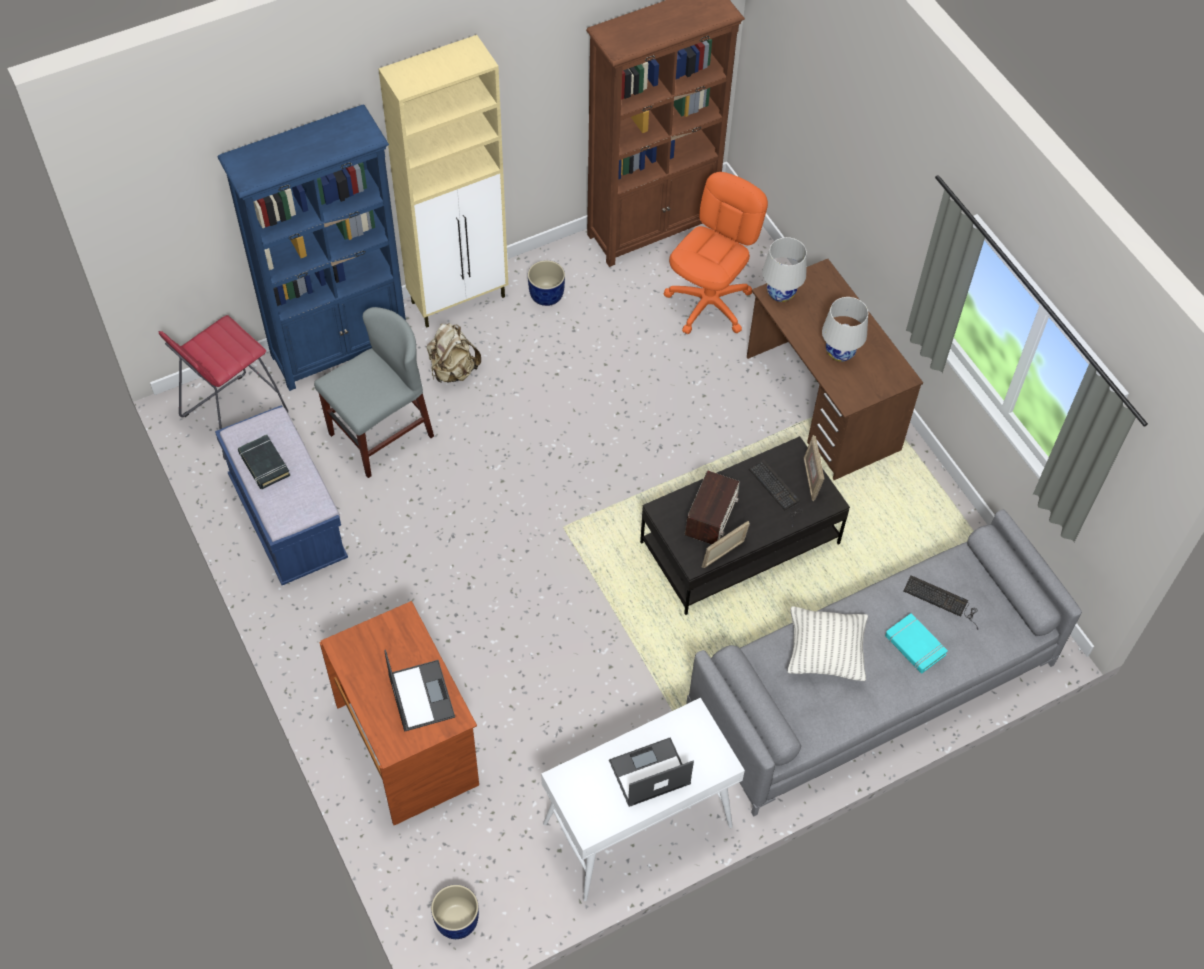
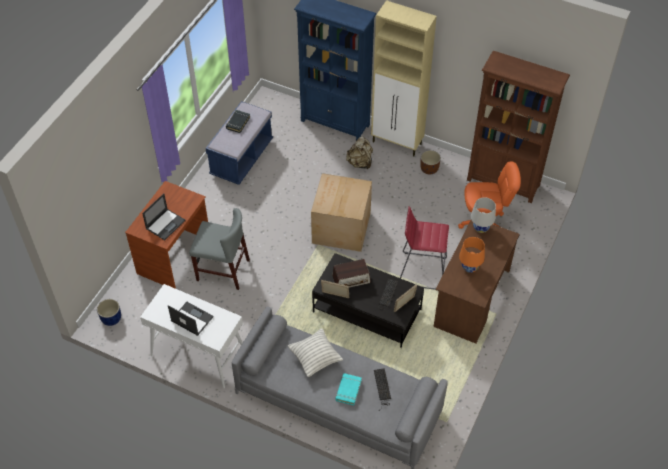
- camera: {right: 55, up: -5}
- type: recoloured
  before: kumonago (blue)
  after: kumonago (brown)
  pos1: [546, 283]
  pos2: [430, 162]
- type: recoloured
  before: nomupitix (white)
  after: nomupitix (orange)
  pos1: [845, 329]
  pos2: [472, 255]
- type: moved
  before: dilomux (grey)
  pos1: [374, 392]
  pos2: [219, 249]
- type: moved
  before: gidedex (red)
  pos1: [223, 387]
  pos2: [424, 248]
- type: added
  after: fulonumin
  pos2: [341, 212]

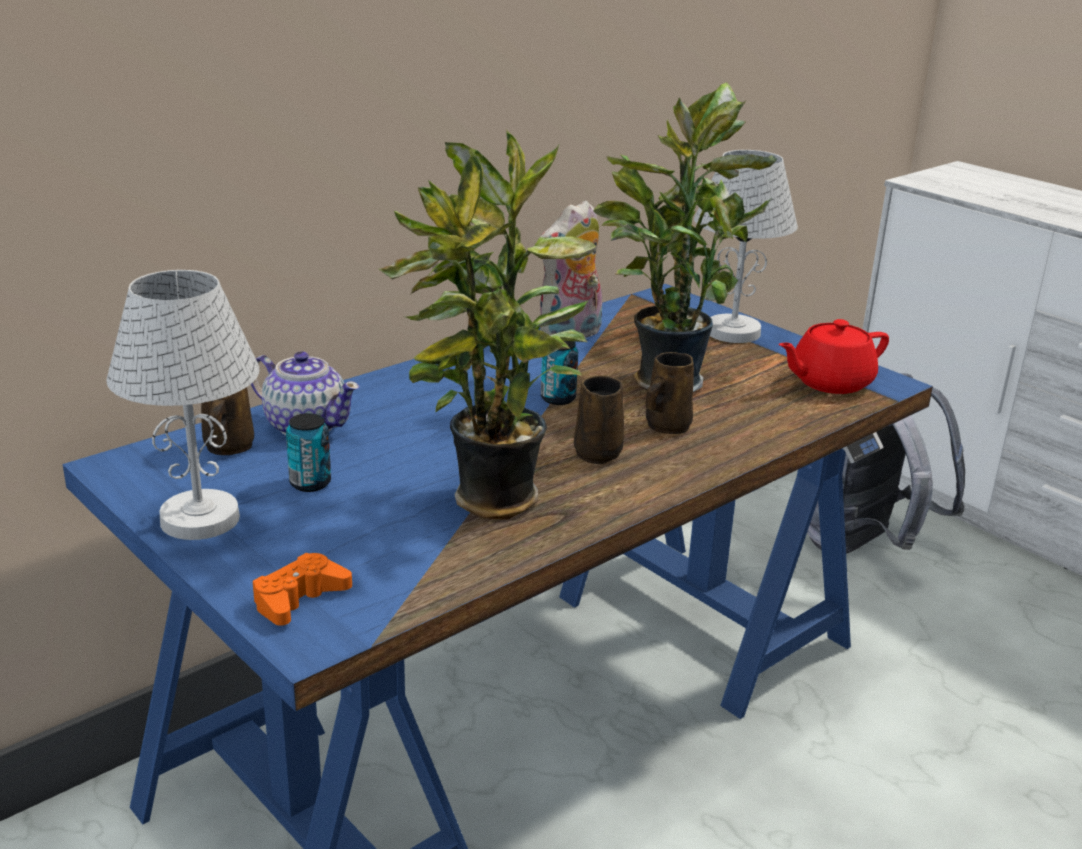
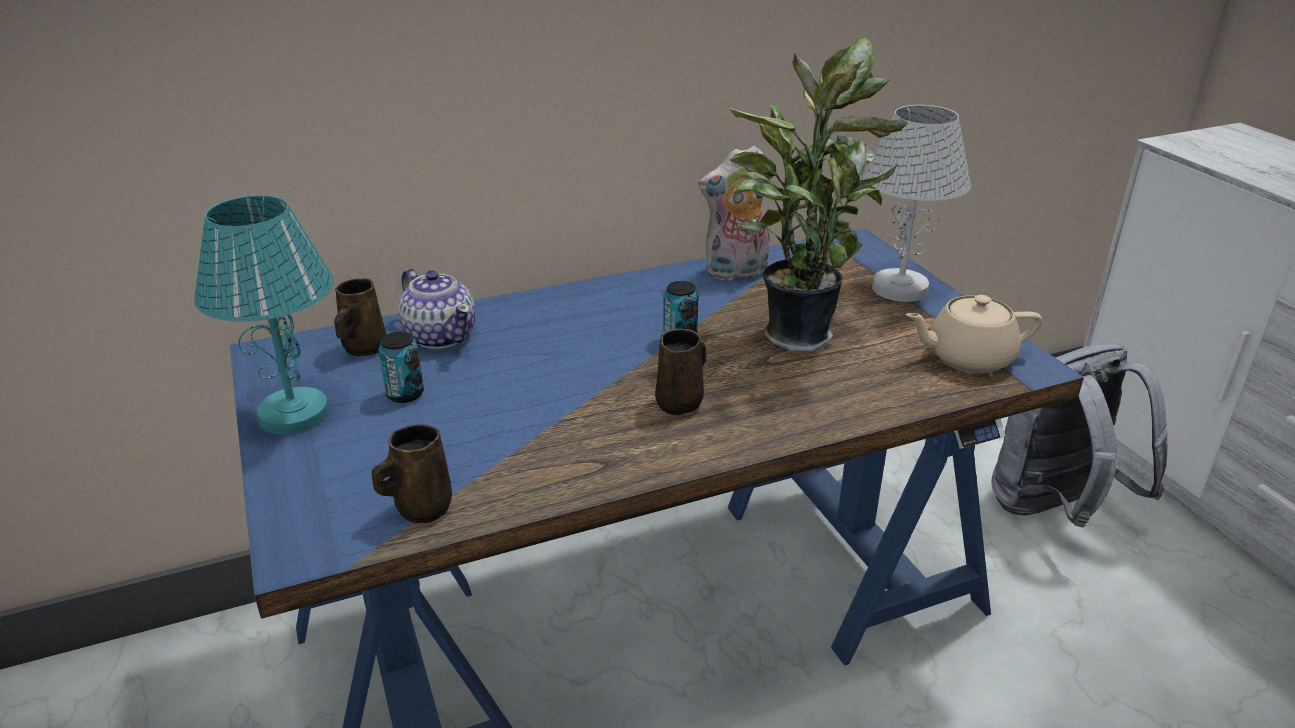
- camera: {right: 20, up: 5}
- type: removed
  before: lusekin
  pos1: [487, 324]
- type: recoloured
  before: nomupitix (white)
  after: nomupitix (turquoise)
  pos1: [183, 405]
  pos2: [264, 315]
- type: recoloured
  before: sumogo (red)
  after: sumogo (beige)
  pos1: [834, 356]
  pos2: [974, 334]
- type: moved
  before: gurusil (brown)
  pos1: [669, 393]
  pos2: [411, 473]
- type: removed
  before: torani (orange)
  pos1: [302, 589]

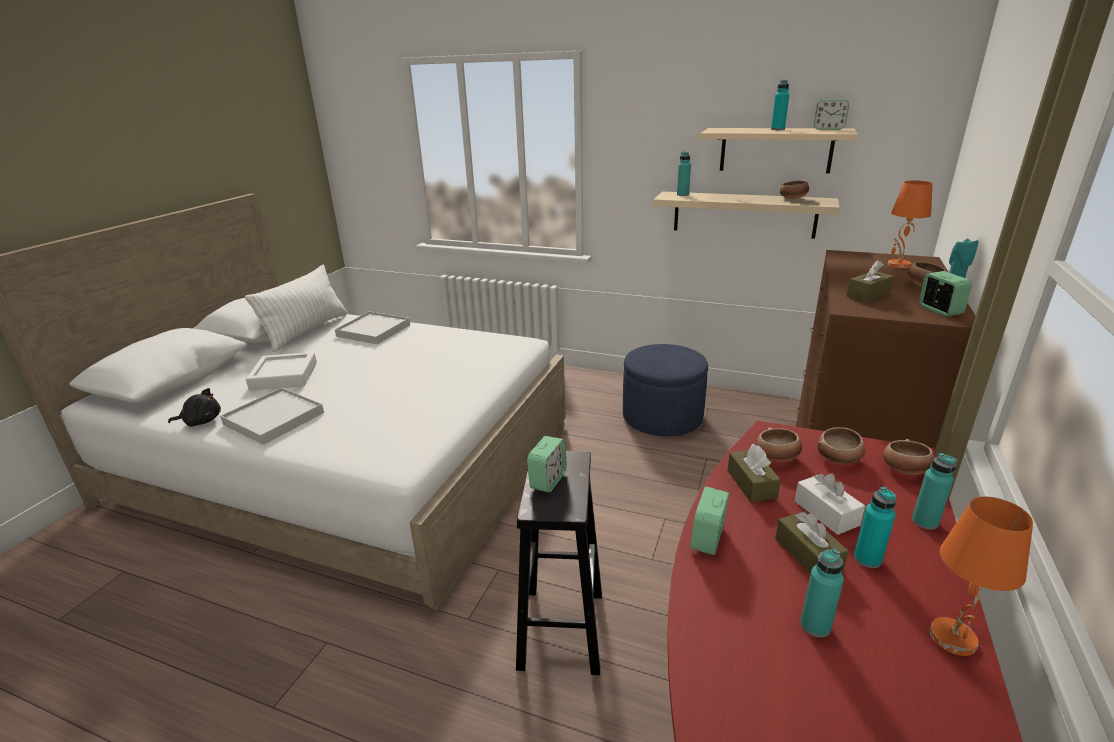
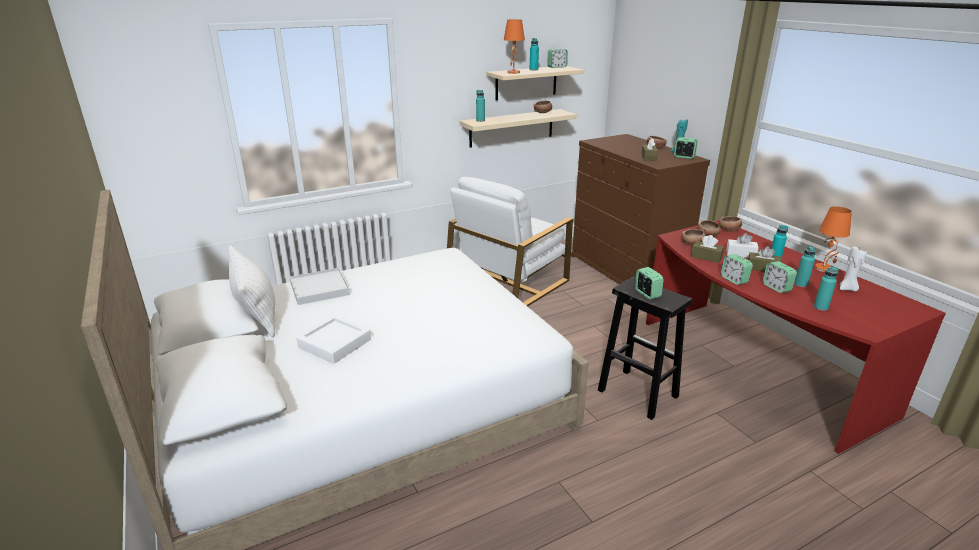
- camera: {right: -50, up: 0}
- type: moved
  before: nomupitix (orange)
  pos1: [910, 224]
  pos2: [514, 46]
- type: replaced
  before: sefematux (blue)
  after: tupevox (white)
  pos1: [665, 390]
  pos2: [510, 241]
- type: removed
  before: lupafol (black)
  pos1: [194, 407]
- type: removed
  before: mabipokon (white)
  pos1: [272, 416]
- type: moved
  before: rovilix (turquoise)
  pos1: [934, 491]
  pos2: [826, 289]
- type: added
  after: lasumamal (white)
  pos2: [853, 268]
- type: added
  after: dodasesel
  pos2: [779, 277]

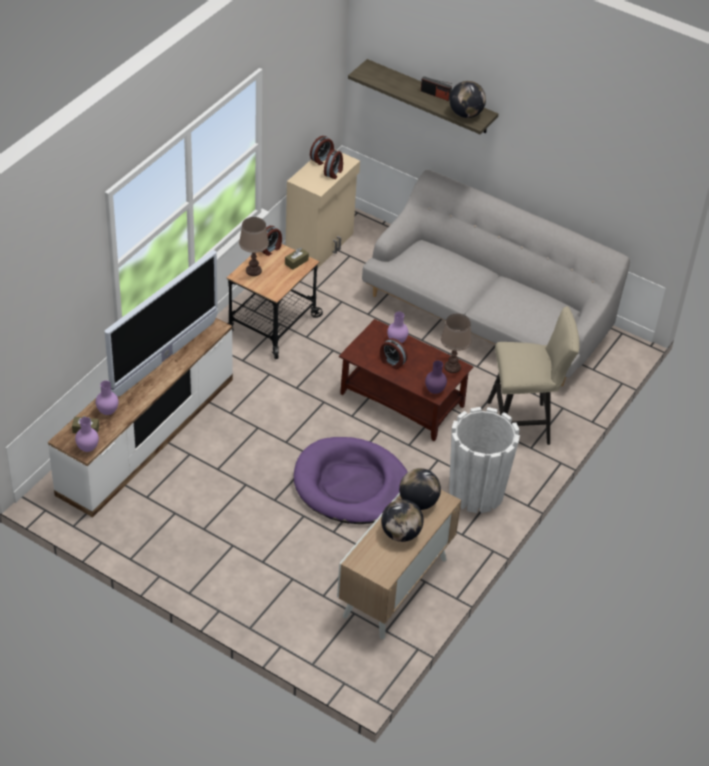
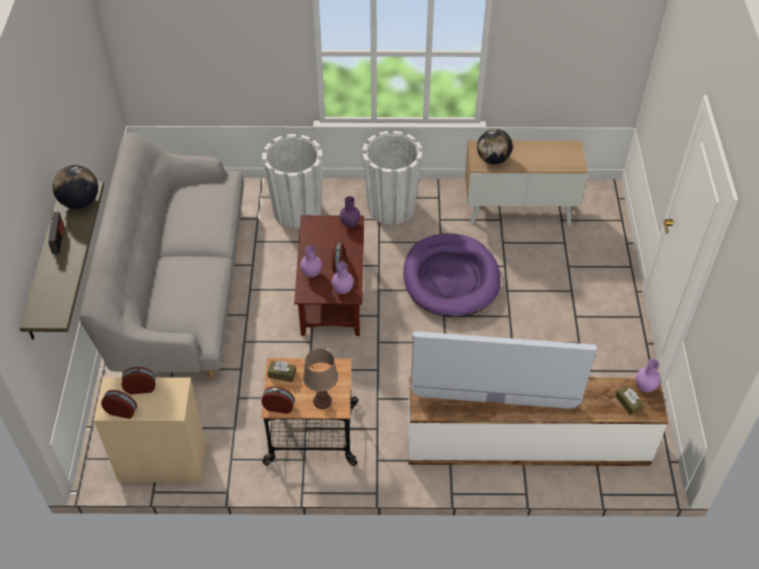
- camera: {right: -120, up: 5}
- type: replaced
  before: gidedex (beige)
  after: kumonago (white)
  pos1: [533, 375]
  pos2: [292, 181]
- type: removed
  before: nomupitix (brown)
  pos1: [456, 343]
- type: moved
  before: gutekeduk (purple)
  pos1: [107, 398]
  pos2: [343, 278]
- type: removed
  before: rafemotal
  pos1: [402, 520]

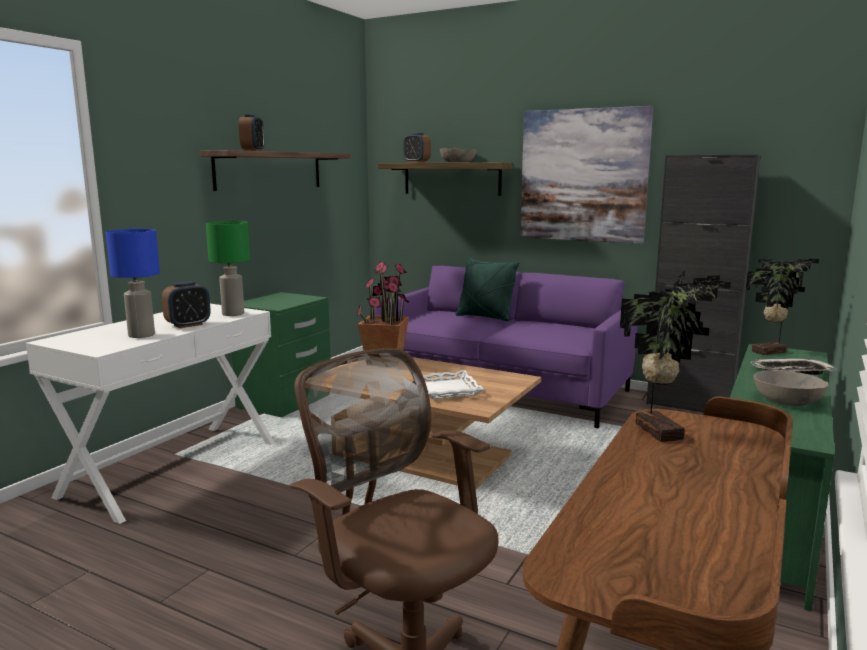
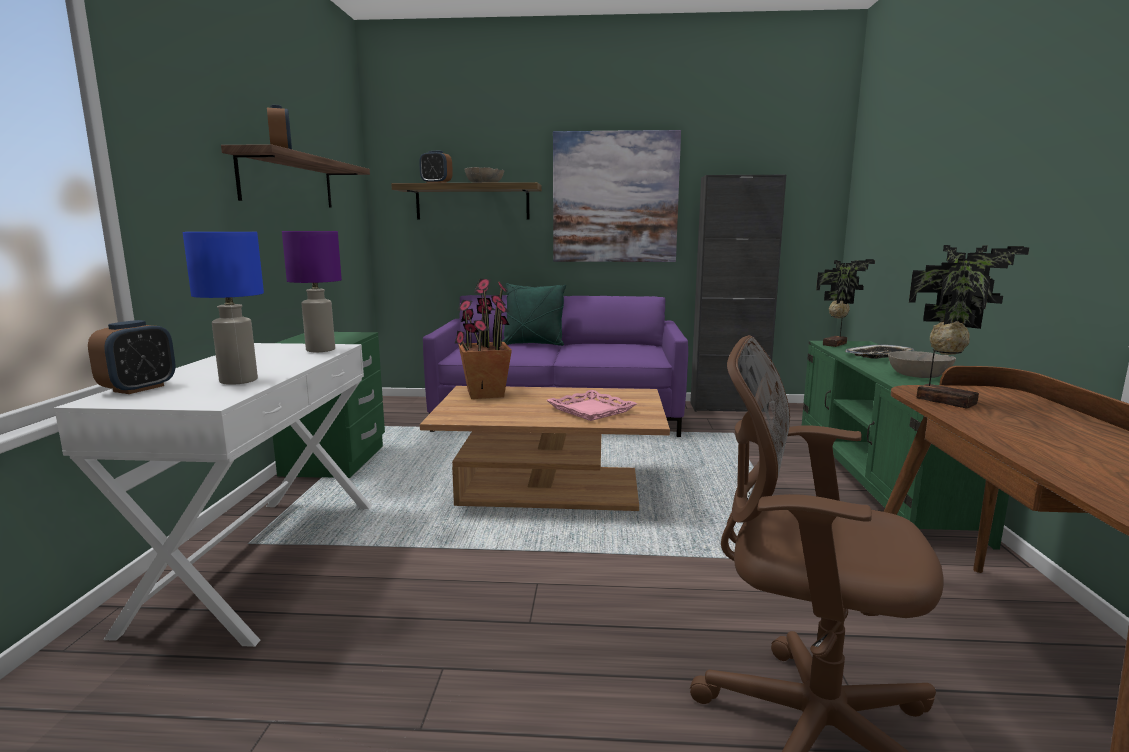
- camera: {right: -25, up: 0}
- type: recoloured
  before: nomupitix (green)
  after: nomupitix (purple)
  pos1: [228, 268]
  pos2: [312, 291]
- type: moved
  before: dodasesel
  pos1: [186, 304]
  pos2: [132, 357]
- type: recoloured
  before: mabipokon (white)
  after: mabipokon (pink)
  pos1: [453, 384]
  pos2: [591, 405]

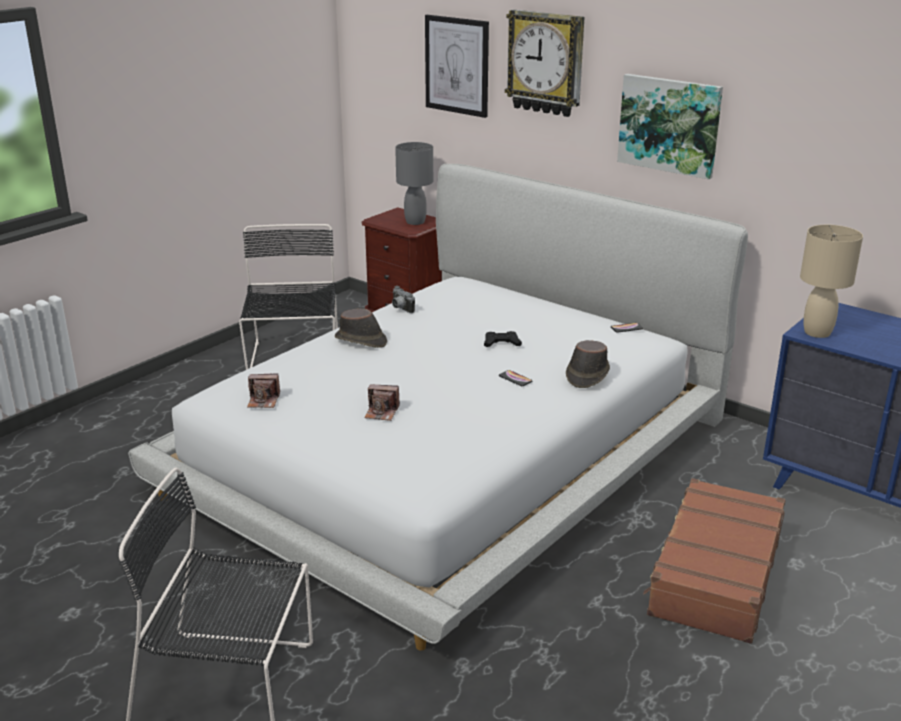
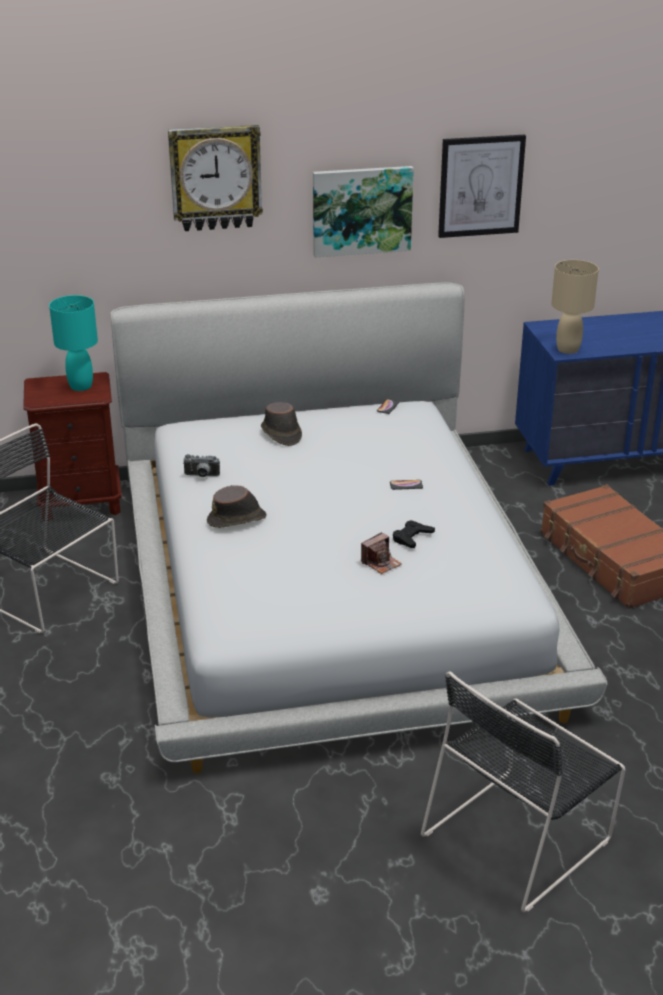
- camera: {right: -50, up: 5}
- type: moved
  before: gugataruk
  pos1: [457, 66]
  pos2: [482, 186]
- type: recoloured
  before: nomupitix (grey)
  after: nomupitix (turquoise)
  pos1: [414, 183]
  pos2: [73, 343]
- type: moved
  before: torani (black)
  pos1: [503, 339]
  pos2: [414, 534]
- type: moved
  before: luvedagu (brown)
  pos1: [588, 364]
  pos2: [281, 424]
- type: removed
  before: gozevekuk
  pos1: [263, 390]

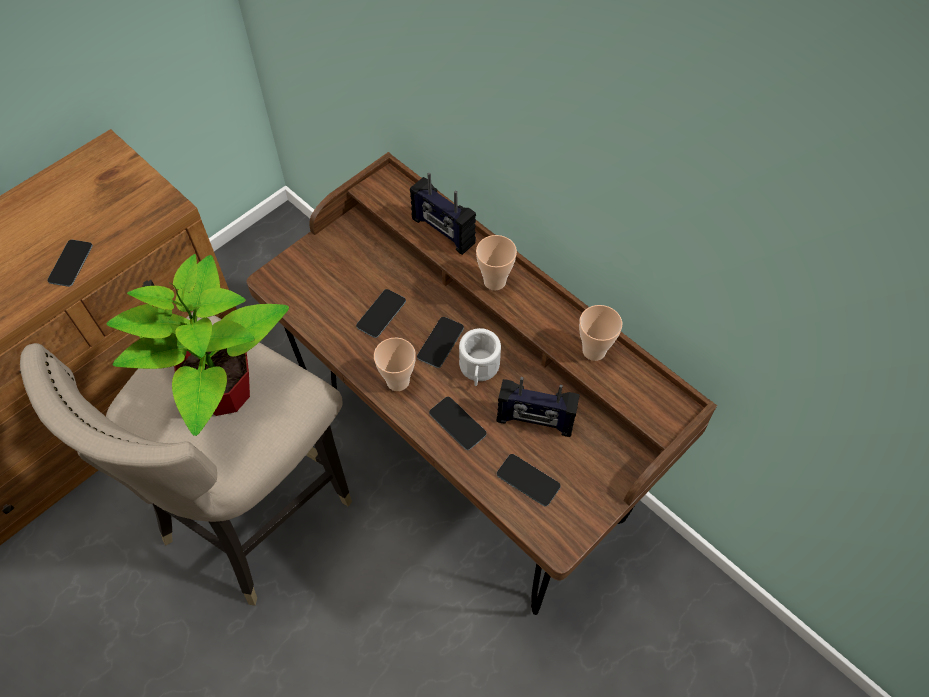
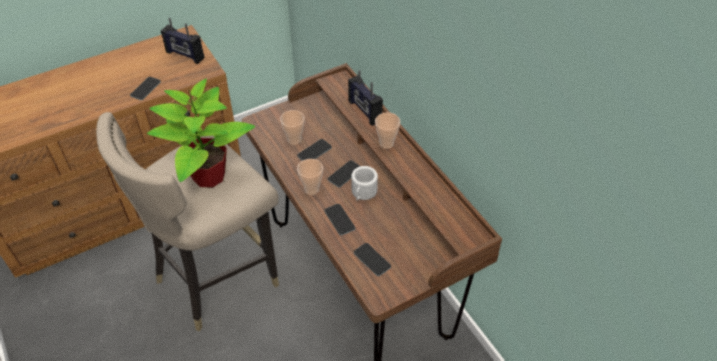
- camera: {right: 15, up: -10}
- type: moved
  before: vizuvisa
  pos1: [600, 333]
  pos2: [292, 127]
- type: moved
  before: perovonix
  pos1: [538, 407]
  pos2: [183, 41]

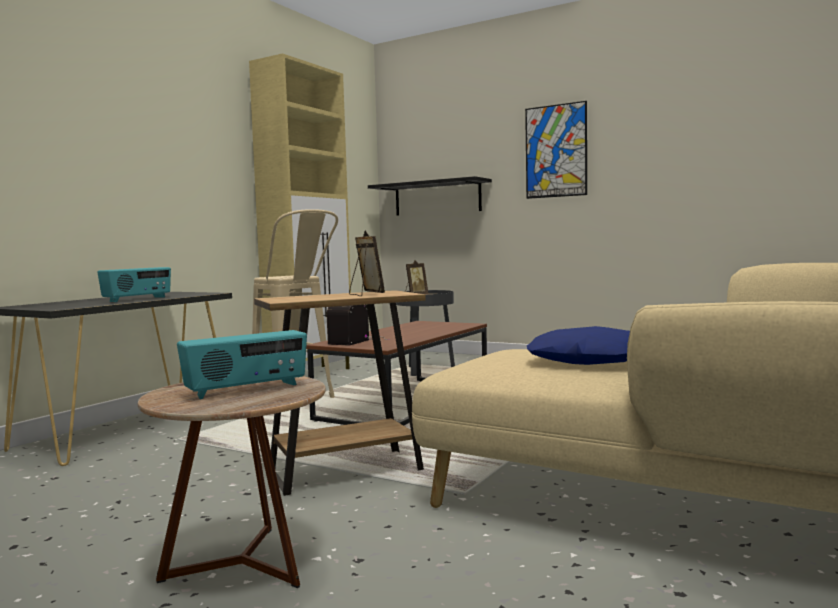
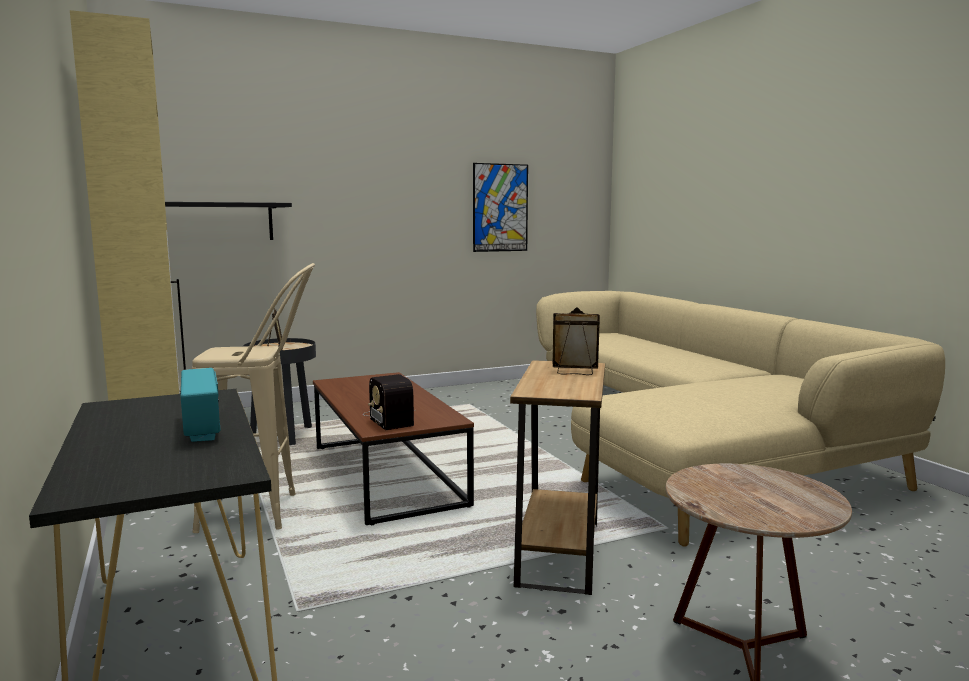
- camera: {right: -55, up: 5}
- type: moved
  before: gugataruk
  pos1: [556, 150]
  pos2: [500, 207]
- type: removed
  before: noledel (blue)
  pos1: [578, 345]
- type: removed
  before: perovonix
  pos1: [242, 364]

